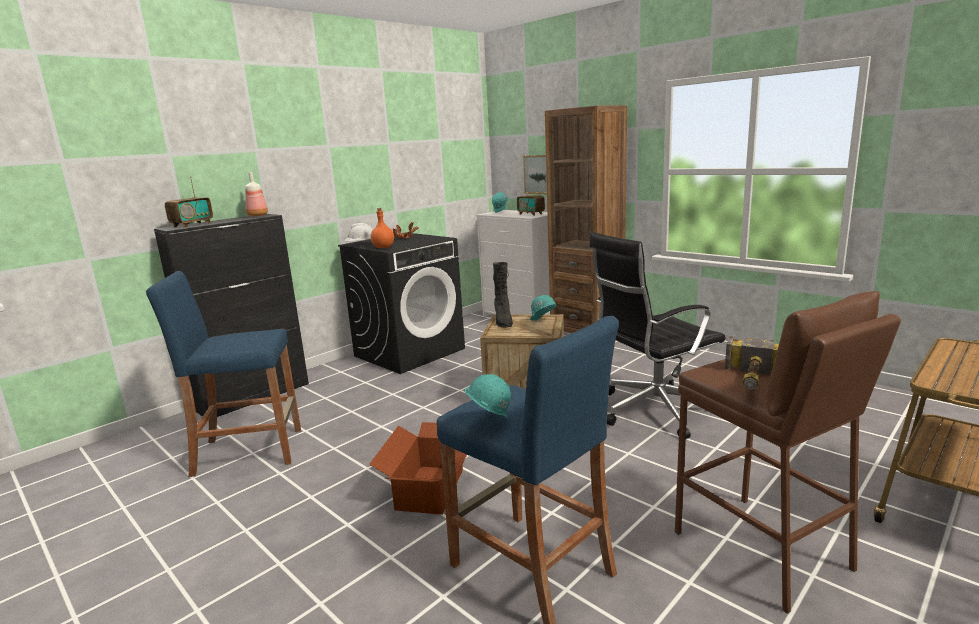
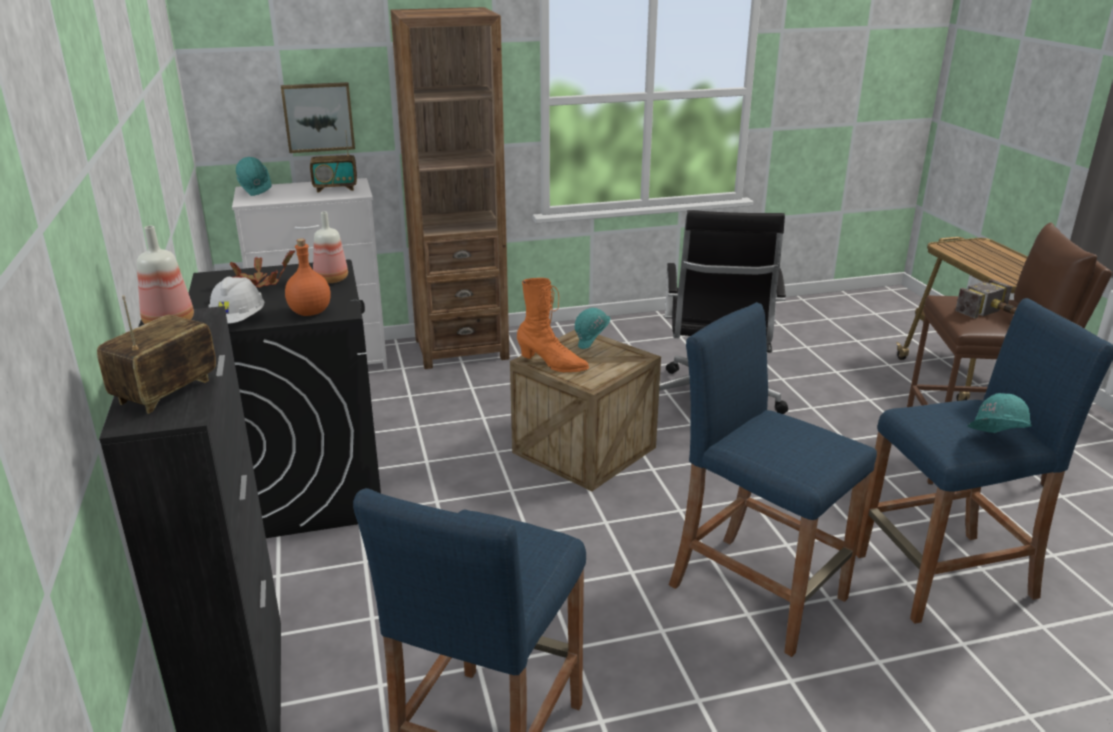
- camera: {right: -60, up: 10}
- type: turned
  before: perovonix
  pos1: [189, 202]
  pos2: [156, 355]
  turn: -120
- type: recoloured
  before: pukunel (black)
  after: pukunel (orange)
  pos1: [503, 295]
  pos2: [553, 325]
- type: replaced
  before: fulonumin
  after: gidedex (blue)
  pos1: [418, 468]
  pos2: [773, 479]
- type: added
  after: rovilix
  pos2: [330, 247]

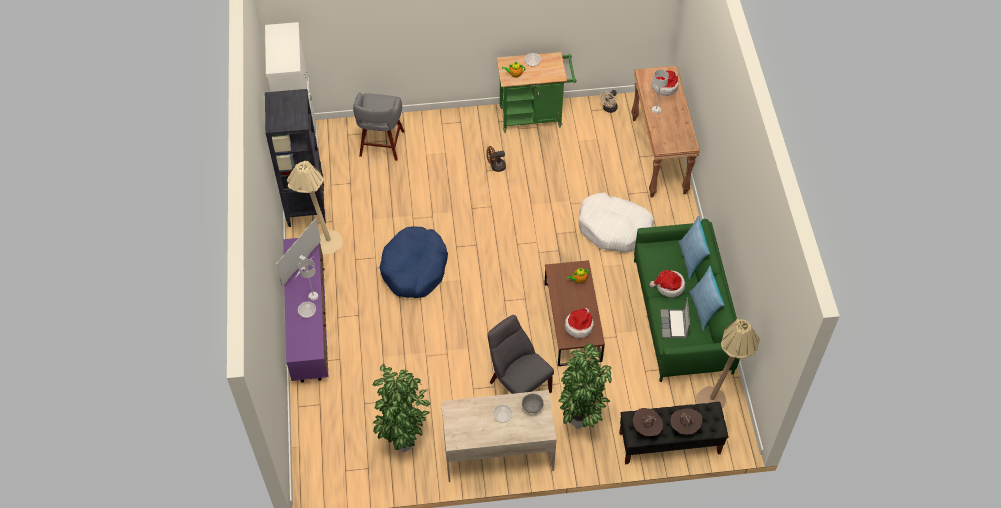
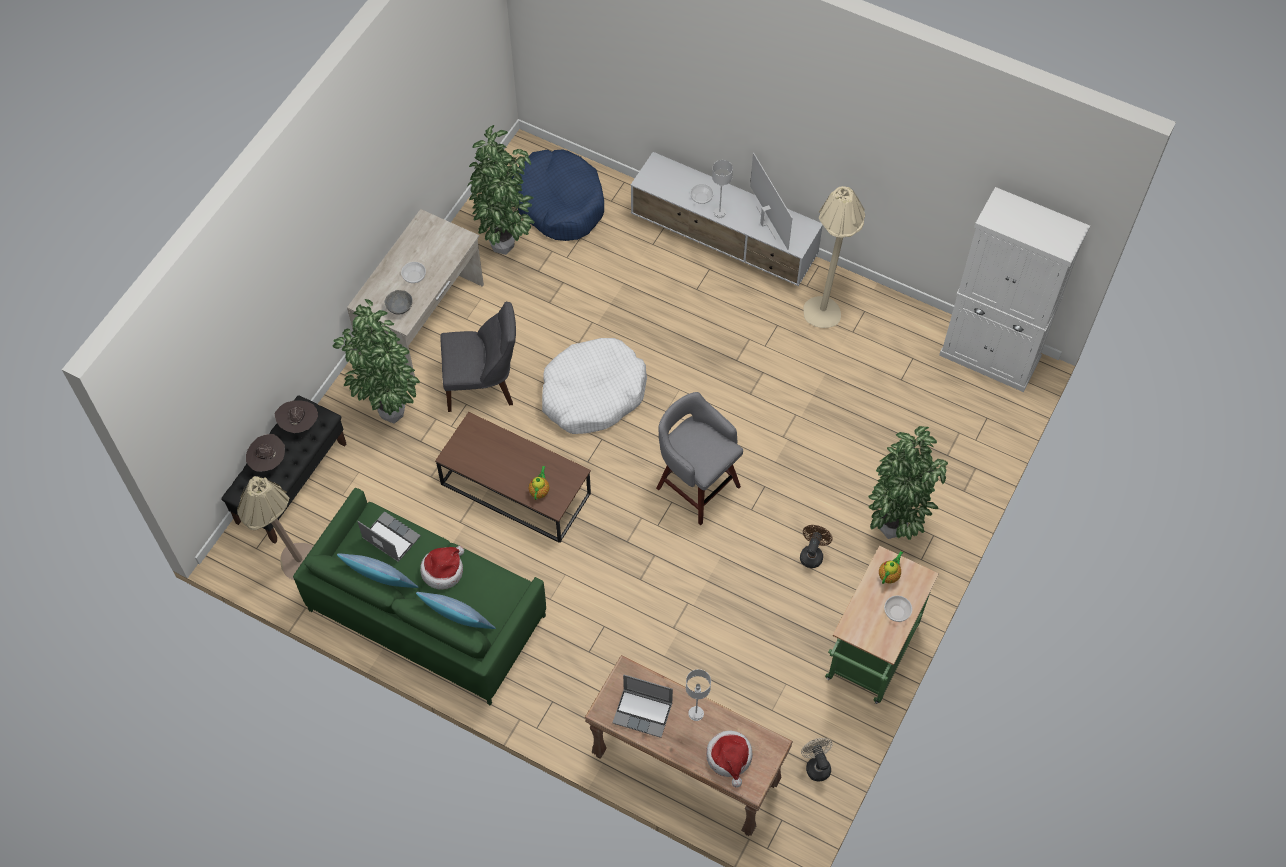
- camera: {right: 125, up: 5}
- type: removed
  before: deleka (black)
  pos1: [295, 158]
- type: moved
  before: gidedex (grey)
  pos1: [378, 126]
  pos2: [699, 458]
- type: moved
  before: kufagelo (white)
  pos1: [616, 222]
  pos2: [594, 386]
- type: moved
  before: kufagelo (blue)
  pos1: [414, 262]
  pos2: [558, 195]
- type: recoloured
  before: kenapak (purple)
  after: kenapak (white)
  pos1: [306, 310]
  pos2: [727, 219]
- type: removed
  before: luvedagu
  pos1: [579, 323]
- type: added
  after: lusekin
  pos2: [908, 483]
- type: added
  after: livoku
  pos2: [642, 706]

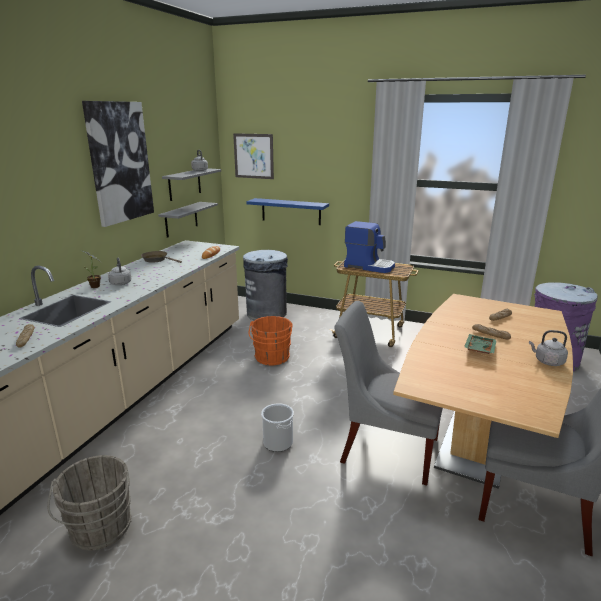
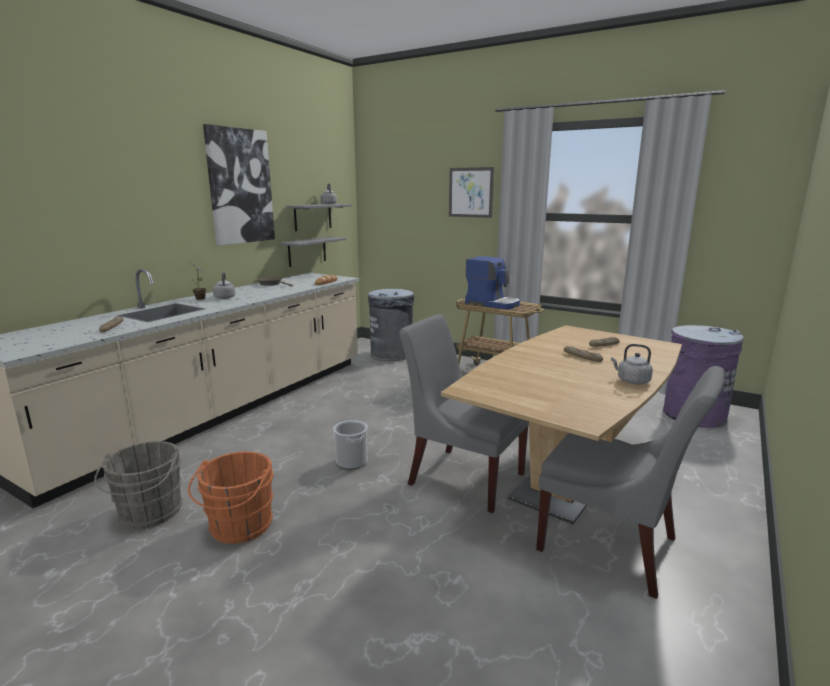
- camera: {right: 10, up: -5}
- type: moved
  before: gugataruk
  pos1: [253, 156]
  pos2: [471, 192]
- type: removed
  before: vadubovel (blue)
  pos1: [287, 211]
- type: moved
  before: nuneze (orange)
  pos1: [271, 340]
  pos2: [231, 498]
- type: removed
  before: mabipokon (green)
  pos1: [480, 344]

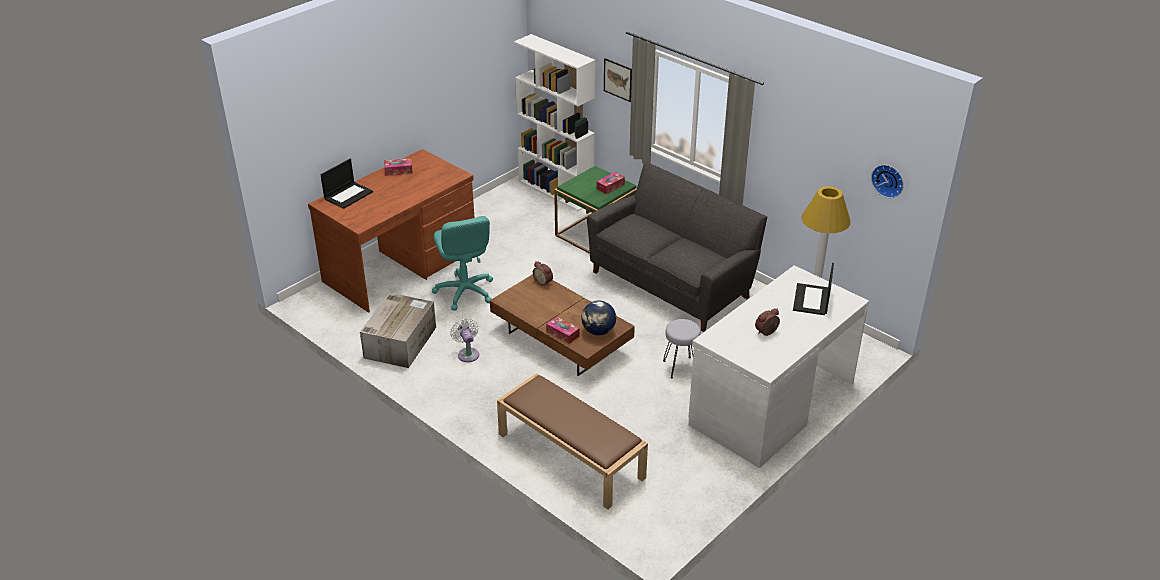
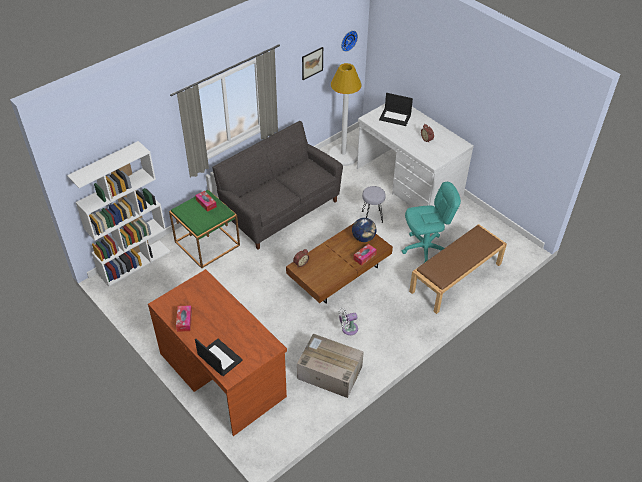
- camera: {right: -85, up: 10}
- type: moved
  before: gugataruk
  pos1: [618, 80]
  pos2: [312, 63]
- type: moved
  before: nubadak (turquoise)
  pos1: [462, 263]
  pos2: [431, 222]

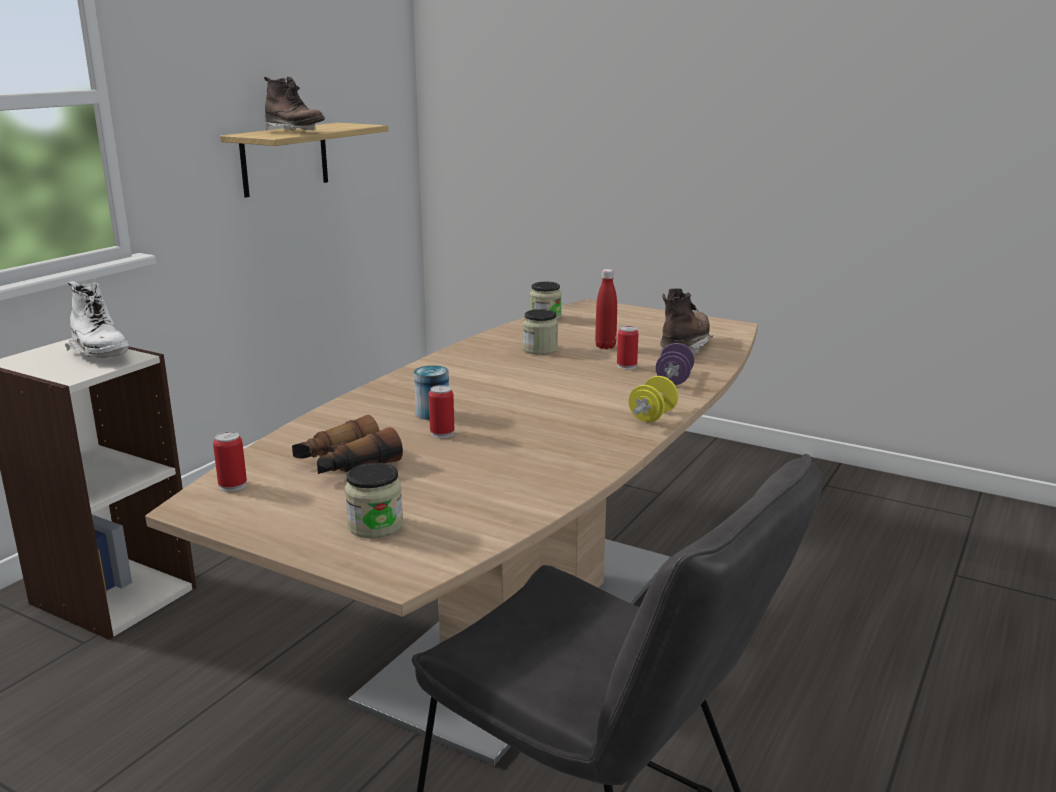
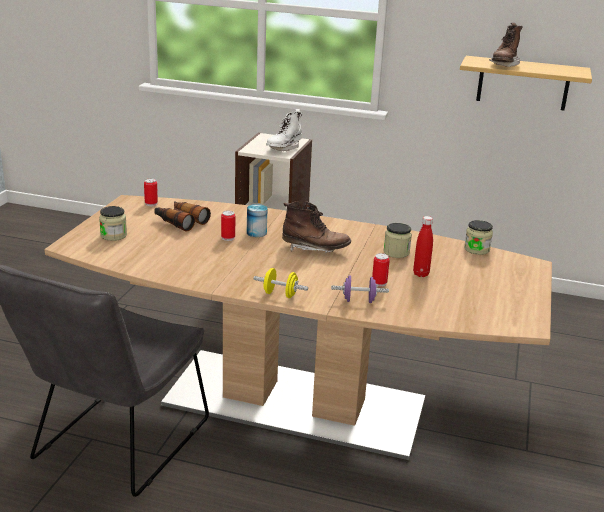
- camera: {right: 75, up: 5}
- type: moved
  before: pukunel (brown)
  pos1: [686, 322]
  pos2: [316, 227]

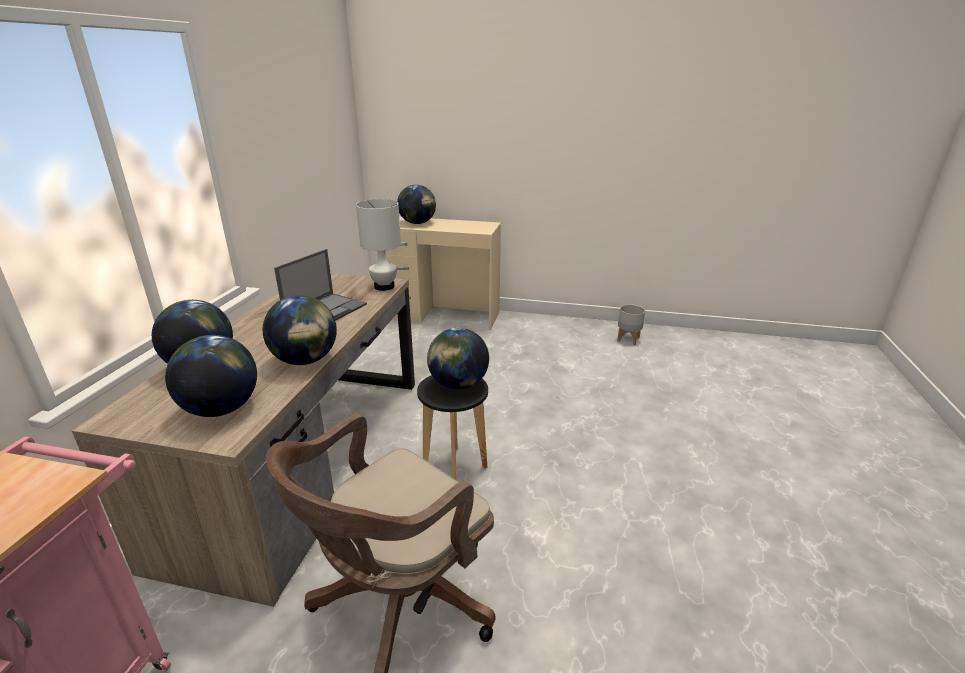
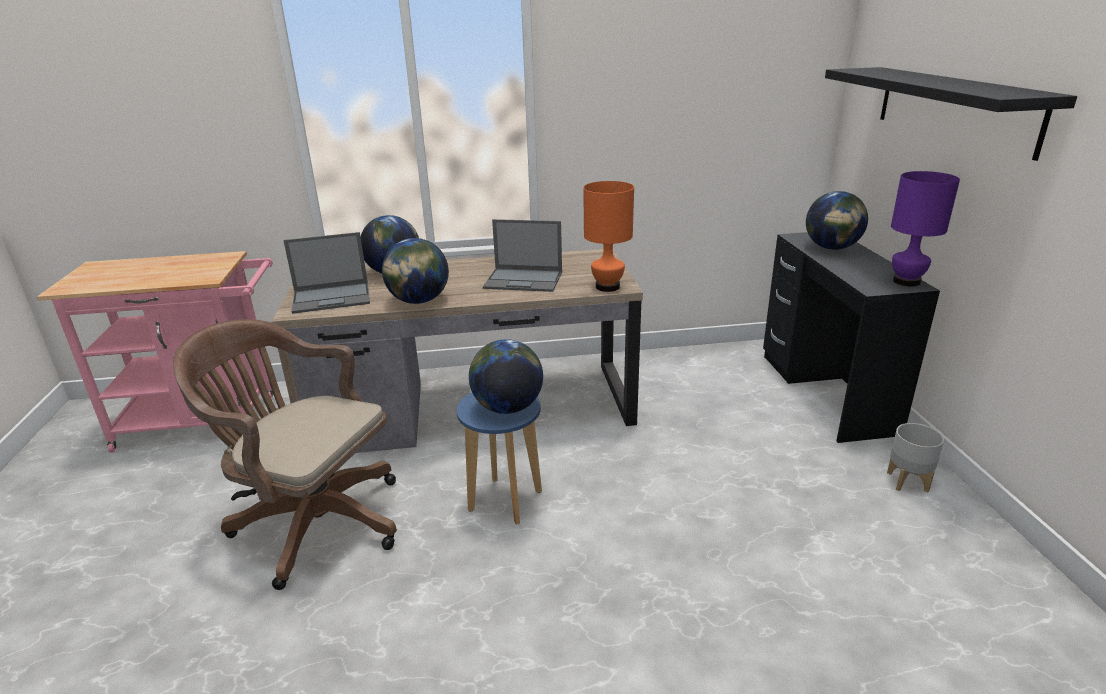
- camera: {right: 70, up: 0}
- type: recoloured
  before: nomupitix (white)
  after: nomupitix (orange)
  pos1: [378, 245]
  pos2: [608, 236]
- type: recoloured
  before: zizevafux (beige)
  after: zizevafux (black)
  pos1: [439, 273]
  pos2: [851, 337]
- type: moved
  before: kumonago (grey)
  pos1: [631, 324]
  pos2: [915, 458]
- type: replaced
  before: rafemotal
  after: livoku
  pos1: [211, 376]
  pos2: [326, 273]
- type: recoloured
  before: gidedex (black)
  after: gidedex (blue)
  pos1: [452, 427]
  pos2: [499, 459]
- type: added
  after: vadubovel (black)
  pos2: [951, 114]
- type: added
  after: nomupitix (purple)
  pos2: [925, 228]

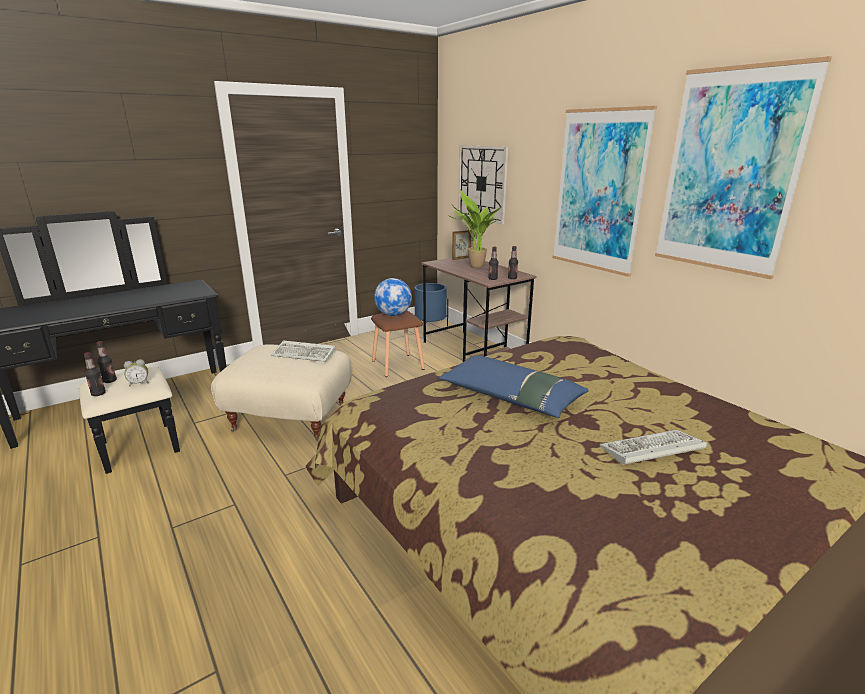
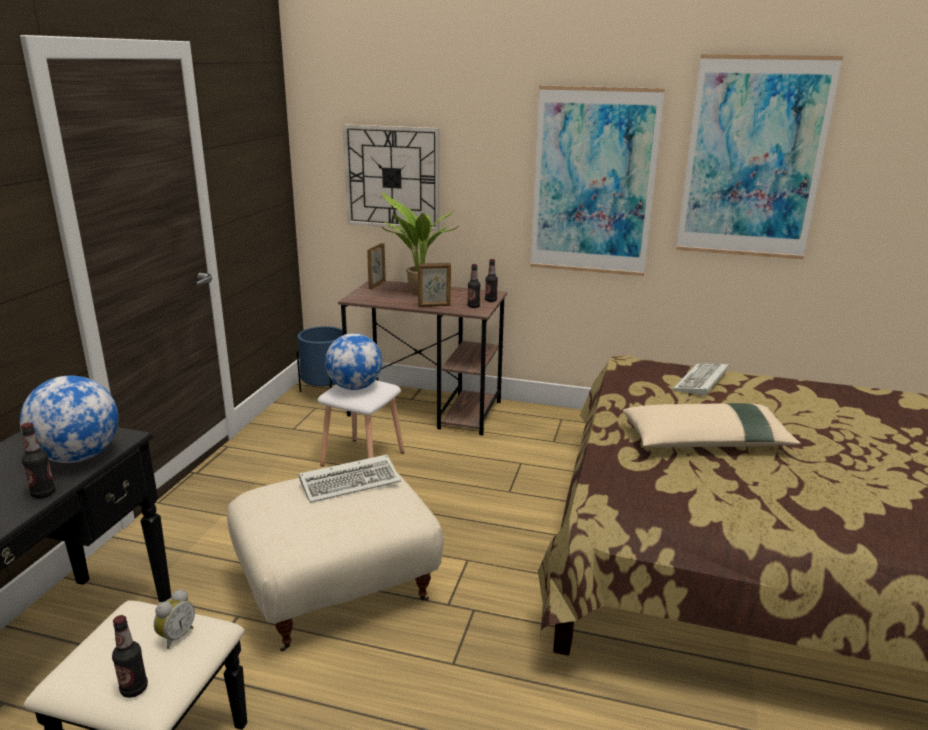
- camera: {right: -40, up: 0}
- type: recoloured
  before: gidedex (brown)
  after: gidedex (white)
  pos1: [398, 343]
  pos2: [361, 423]
- type: moved
  before: rovilix
  pos1: [106, 362]
  pos2: [38, 460]
- type: recoloured
  before: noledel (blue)
  after: noledel (beige)
  pos1: [514, 387]
  pos2: [711, 425]
- type: moved
  before: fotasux
  pos1: [653, 447]
  pos2: [701, 379]
- type: added
  after: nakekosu
  pos2: [434, 285]
- type: added
  after: rafemotal
  pos2: [69, 419]

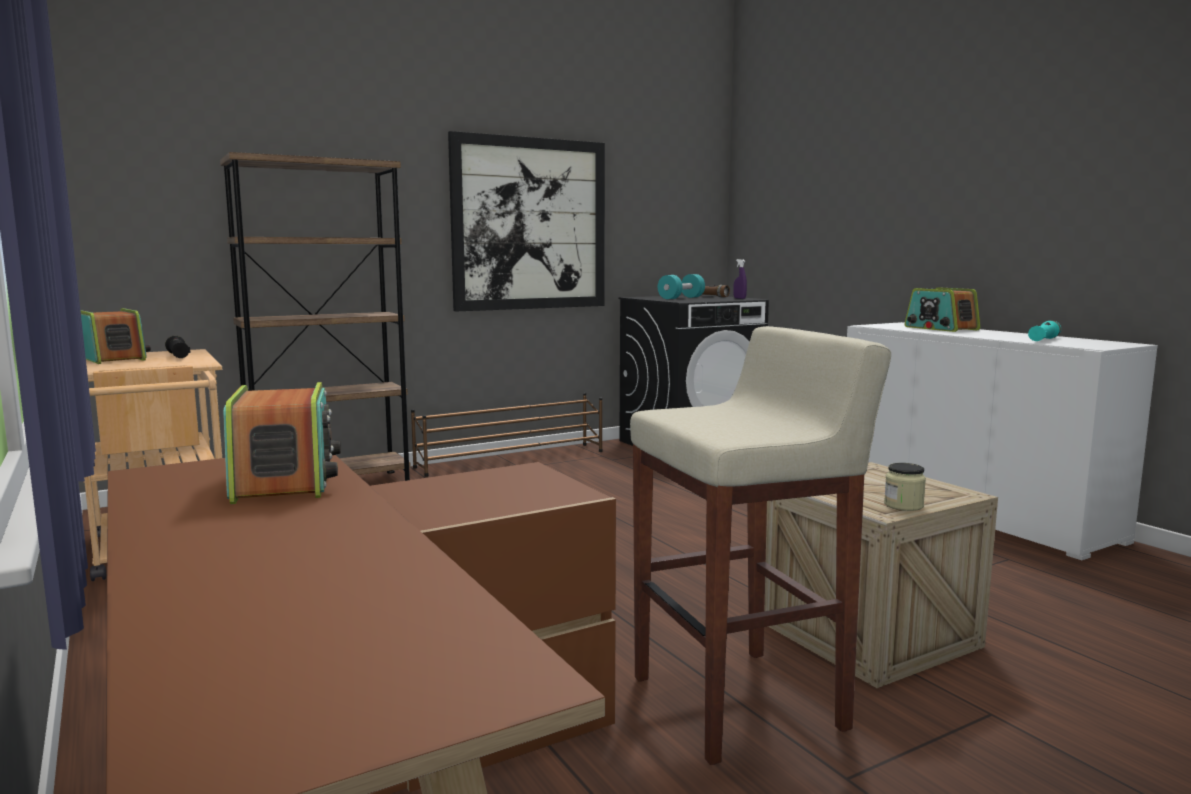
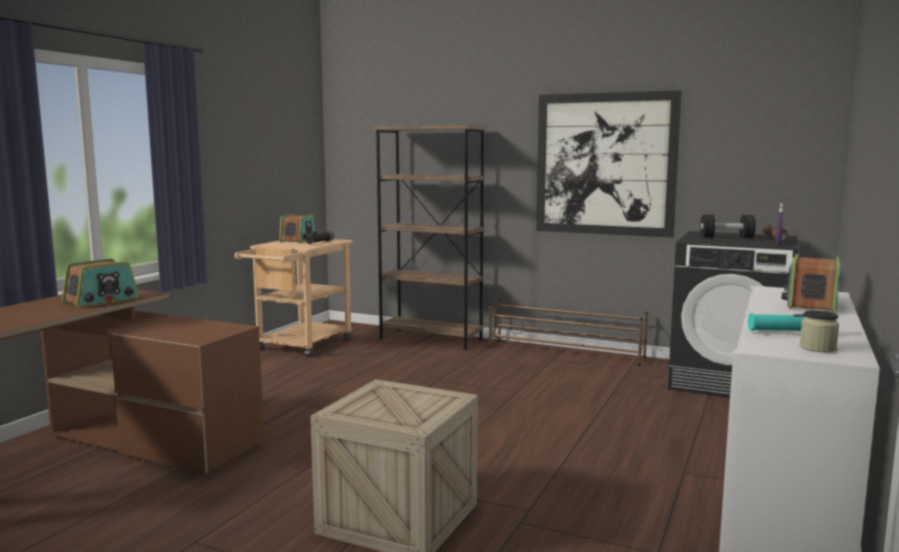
- camera: {right: 55, up: 0}
- type: recoloured
  before: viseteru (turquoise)
  after: viseteru (black)
  pos1: [681, 286]
  pos2: [728, 226]
- type: removed
  before: gidedex (beige)
  pos1: [760, 545]
- type: moved
  before: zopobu
  pos1: [905, 487]
  pos2: [819, 331]

